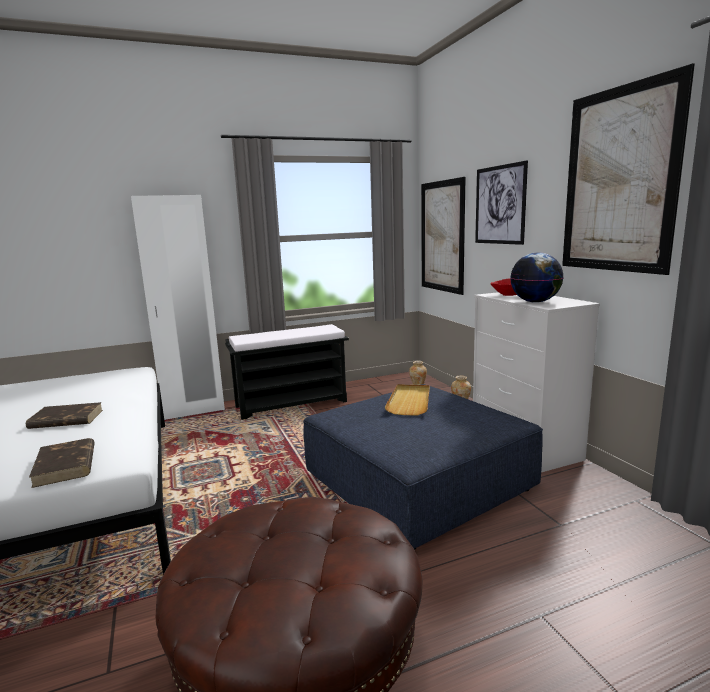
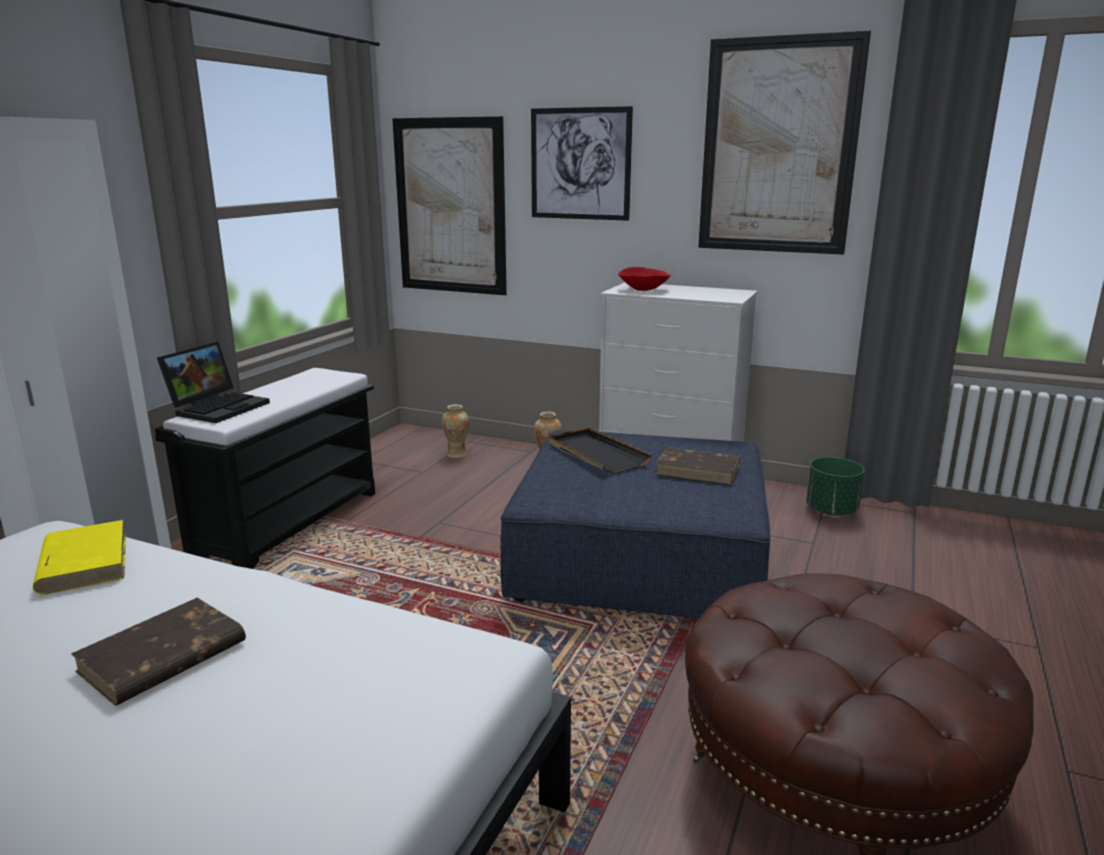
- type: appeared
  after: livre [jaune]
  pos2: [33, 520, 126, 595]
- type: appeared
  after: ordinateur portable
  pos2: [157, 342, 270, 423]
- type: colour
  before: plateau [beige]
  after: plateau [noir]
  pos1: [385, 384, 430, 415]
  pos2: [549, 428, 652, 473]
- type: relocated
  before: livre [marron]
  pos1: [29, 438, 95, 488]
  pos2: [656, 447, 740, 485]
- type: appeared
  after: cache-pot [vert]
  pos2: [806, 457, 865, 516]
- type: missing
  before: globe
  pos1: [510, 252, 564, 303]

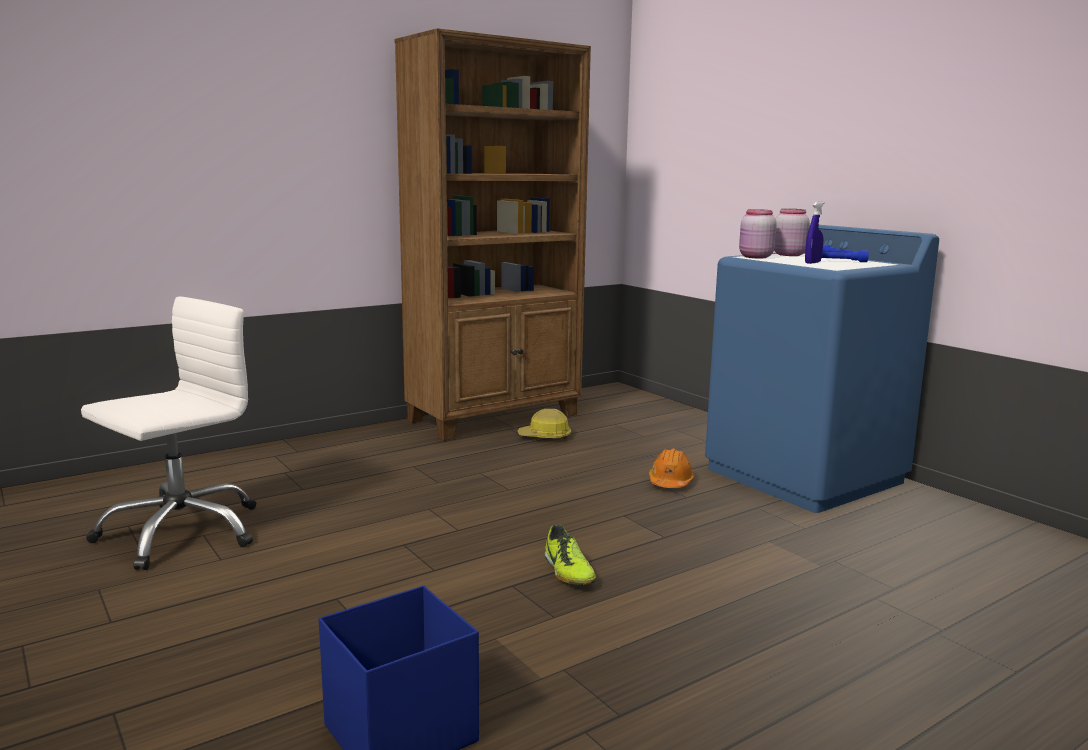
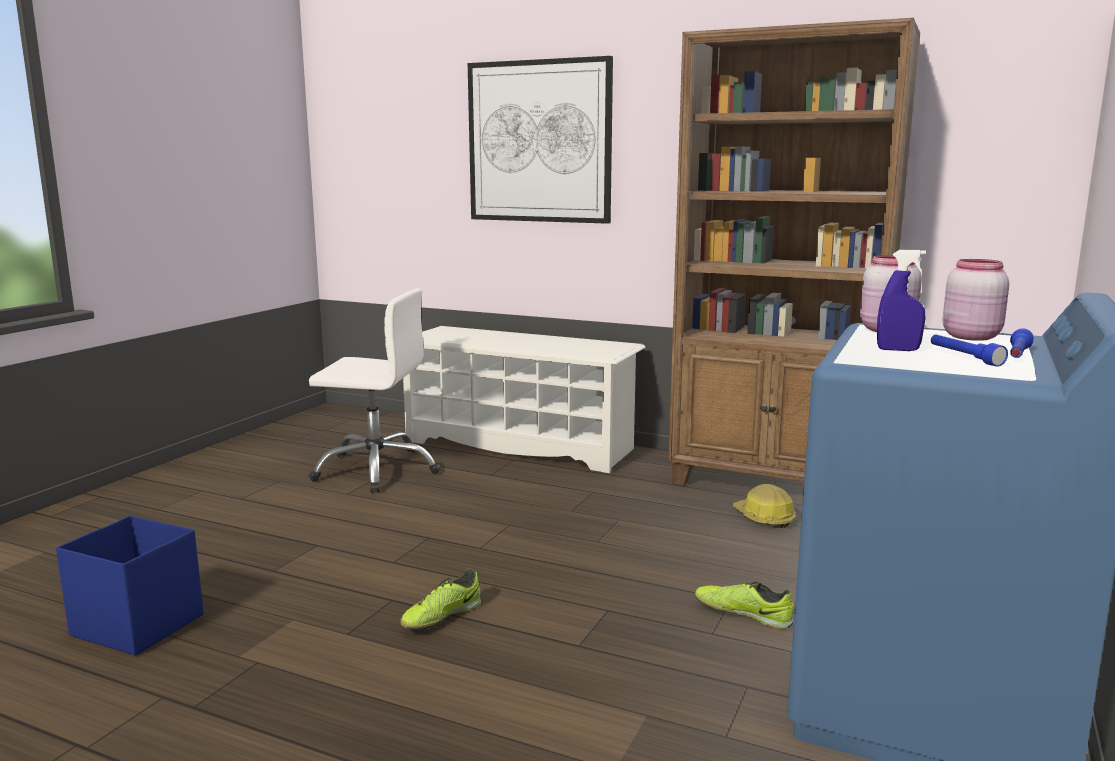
- type: appeared
  after: étagère à chaussures [blanc]
  pos2: [403, 326, 646, 473]
- type: appeared
  after: tableau
  pos2: [468, 56, 613, 224]
- type: exchanged
  before: casque de chantier [orange]
  after: chaussure
  pos1: [649, 449, 694, 488]
  pos2: [695, 582, 794, 629]

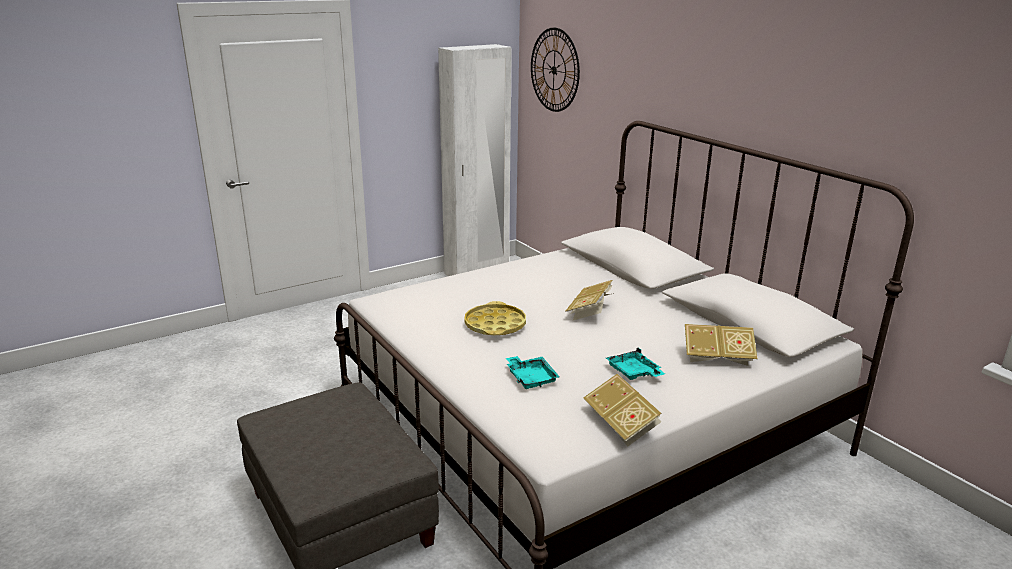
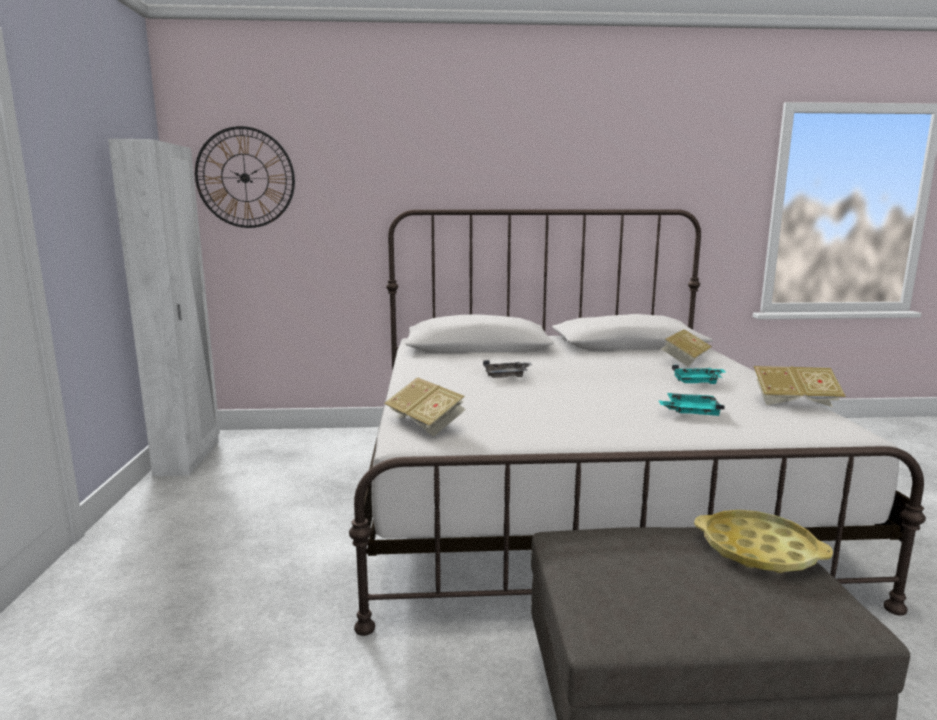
- type: relocated
  before: livre
  pos1: [565, 280, 614, 320]
  pos2: [384, 377, 466, 437]
- type: appeared
  after: plateau [gris]
  pos2: [483, 360, 532, 378]
- type: relocated
  before: plateau [jaune]
  pos1: [464, 301, 526, 335]
  pos2: [694, 510, 833, 573]

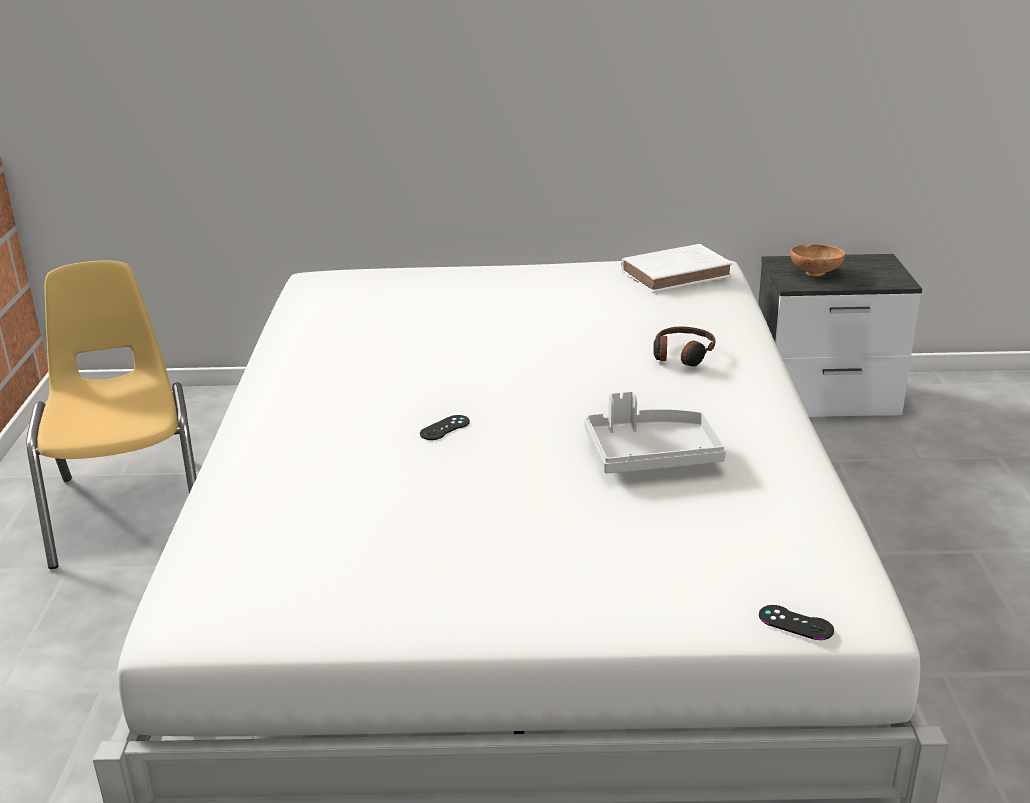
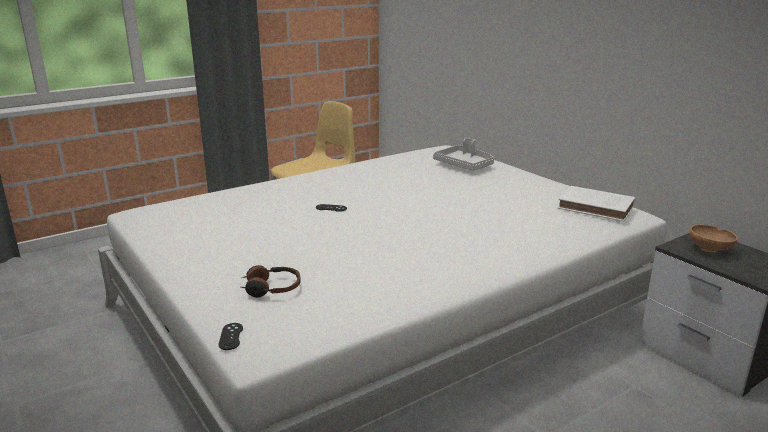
- type: relocated
  before: casque audio
  pos1: [653, 327, 716, 367]
  pos2: [241, 265, 301, 298]
- type: relocated
  before: plateau [gris]
  pos1: [584, 391, 726, 473]
  pos2: [433, 138, 494, 171]

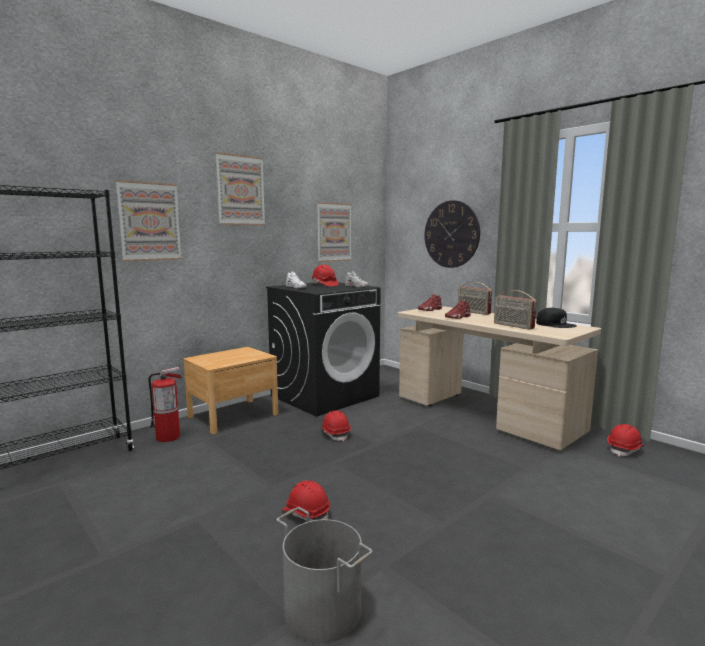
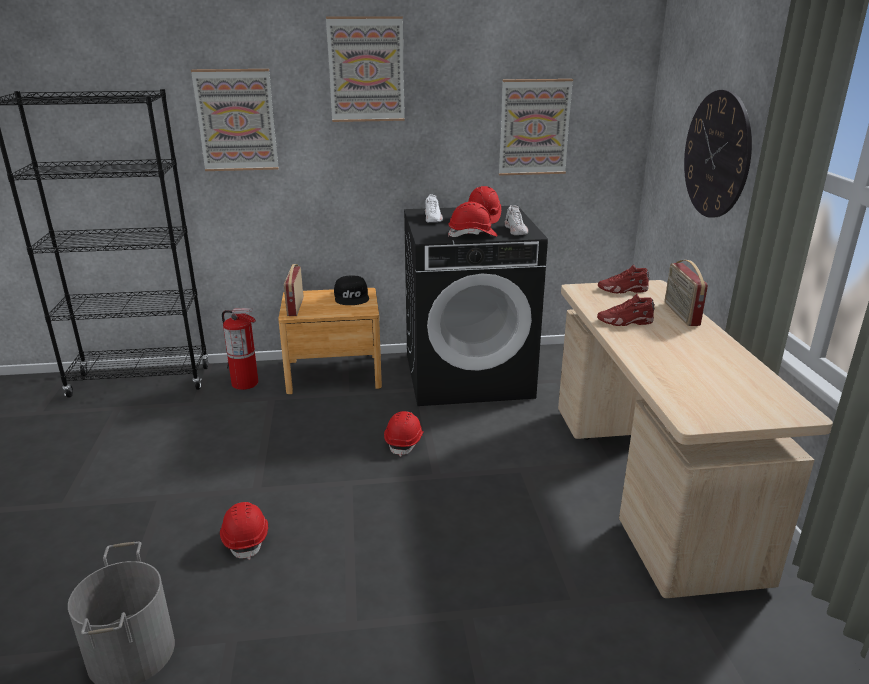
- type: relocated
  before: radio
  pos1: [494, 290, 537, 330]
  pos2: [284, 264, 303, 316]
- type: relocated
  before: casquette [noir]
  pos1: [536, 308, 577, 328]
  pos2: [334, 275, 369, 305]
- type: relocated
  before: casque de chantier [rouge]
  pos1: [607, 424, 644, 457]
  pos2: [448, 202, 498, 237]

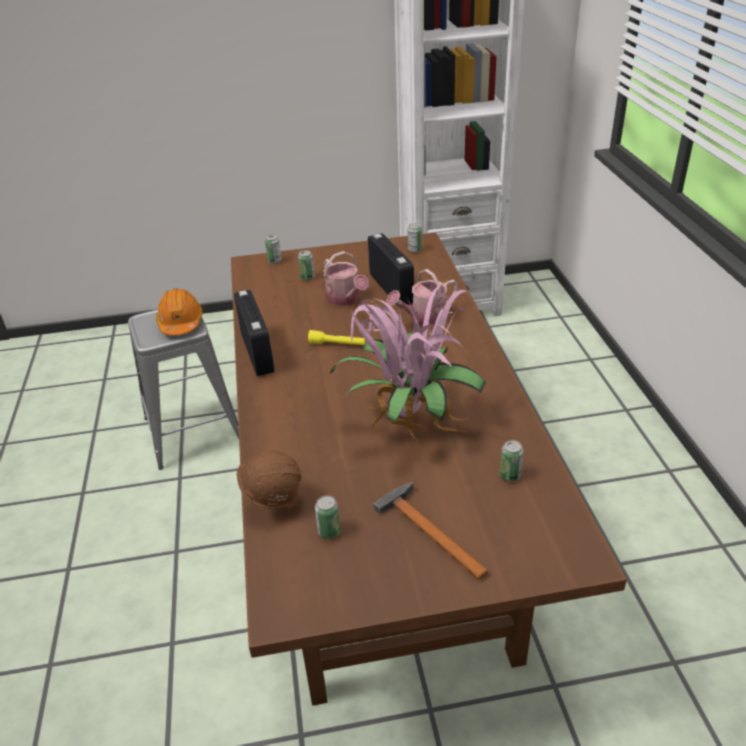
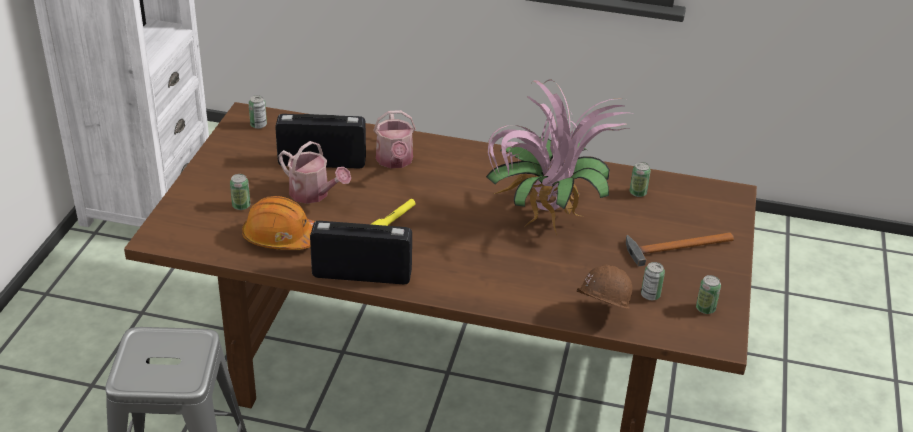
- type: relocated
  before: casque de chantier [orange]
  pos1: [156, 288, 203, 335]
  pos2: [242, 196, 315, 250]
- type: spun
  before: arrosoir
  pos1: [323, 251, 369, 306]
  pos2: [278, 141, 351, 204]
  turn: 45
- type: relocated
  before: boîte métallique
  pos1: [265, 235, 282, 264]
  pos2: [696, 275, 721, 314]

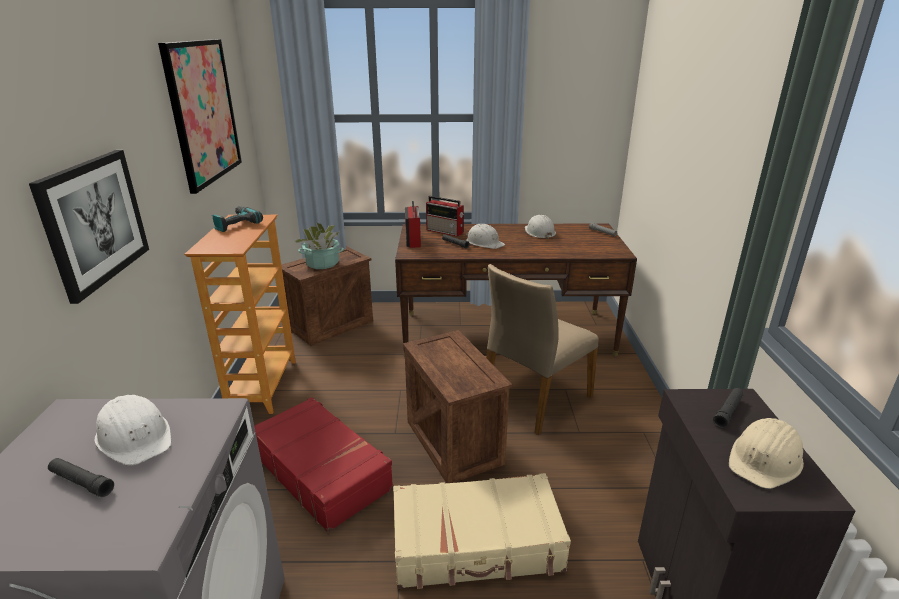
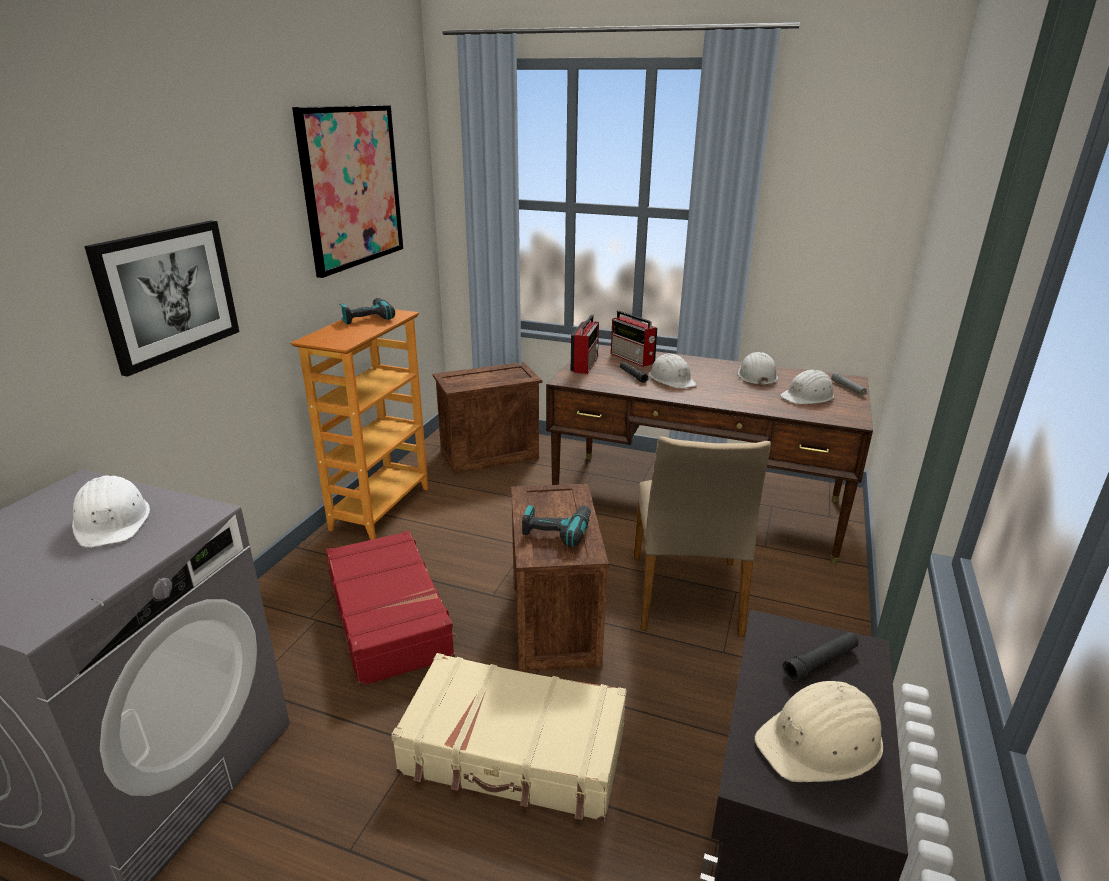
- type: appeared
  after: perceuse
  pos2: [522, 505, 591, 547]
- type: spun
  before: chaise [beige]
  pos1: [486, 264, 599, 435]
  pos2: [634, 437, 771, 637]
  turn: -60
- type: appeared
  after: casque de chantier [blanc]
  pos2: [780, 369, 834, 404]
- type: missing
  before: lampe de poche [noir]
  pos1: [48, 458, 114, 497]
- type: missing
  before: plante en pot
  pos1: [294, 223, 344, 269]

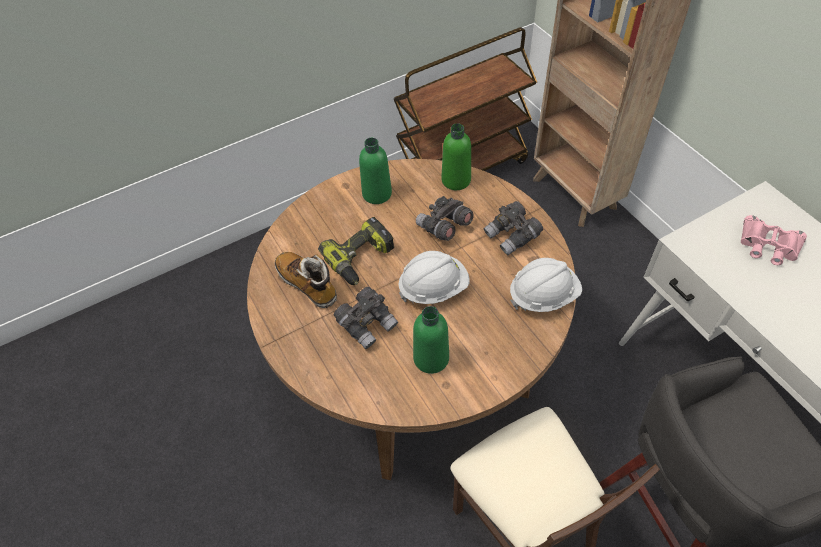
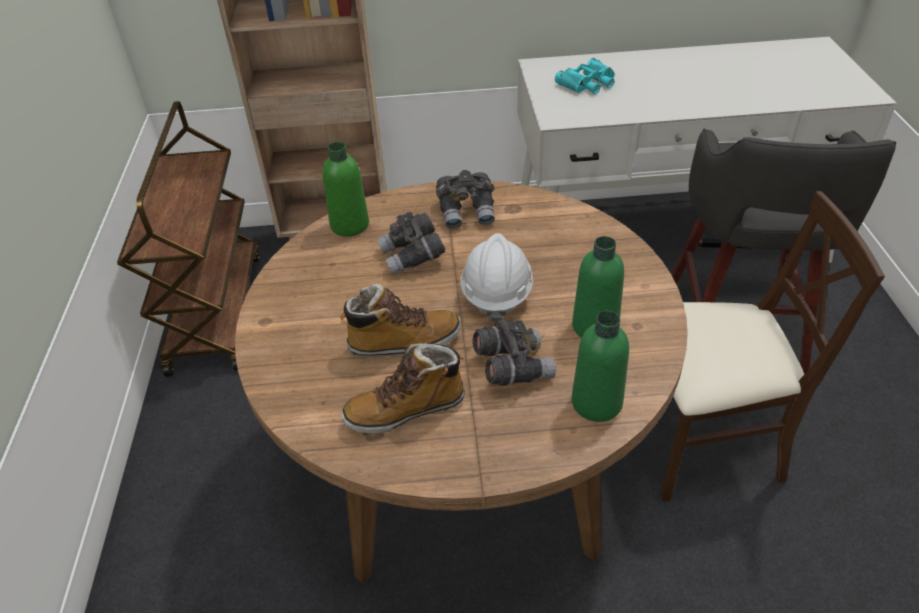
- type: exchanged
  before: perceuse
  after: botte
  pos1: [318, 217, 394, 285]
  pos2: [339, 283, 461, 357]
- type: colour
  before: jumelles [rose]
  after: jumelles [turquoise]
  pos1: [741, 215, 807, 265]
  pos2: [555, 58, 615, 94]
- type: relocated
  before: bouteille [vert]
  pos1: [359, 137, 392, 204]
  pos2: [572, 311, 629, 422]
- type: missing
  before: casque de chantier [blanc]
  pos1: [510, 258, 582, 312]

